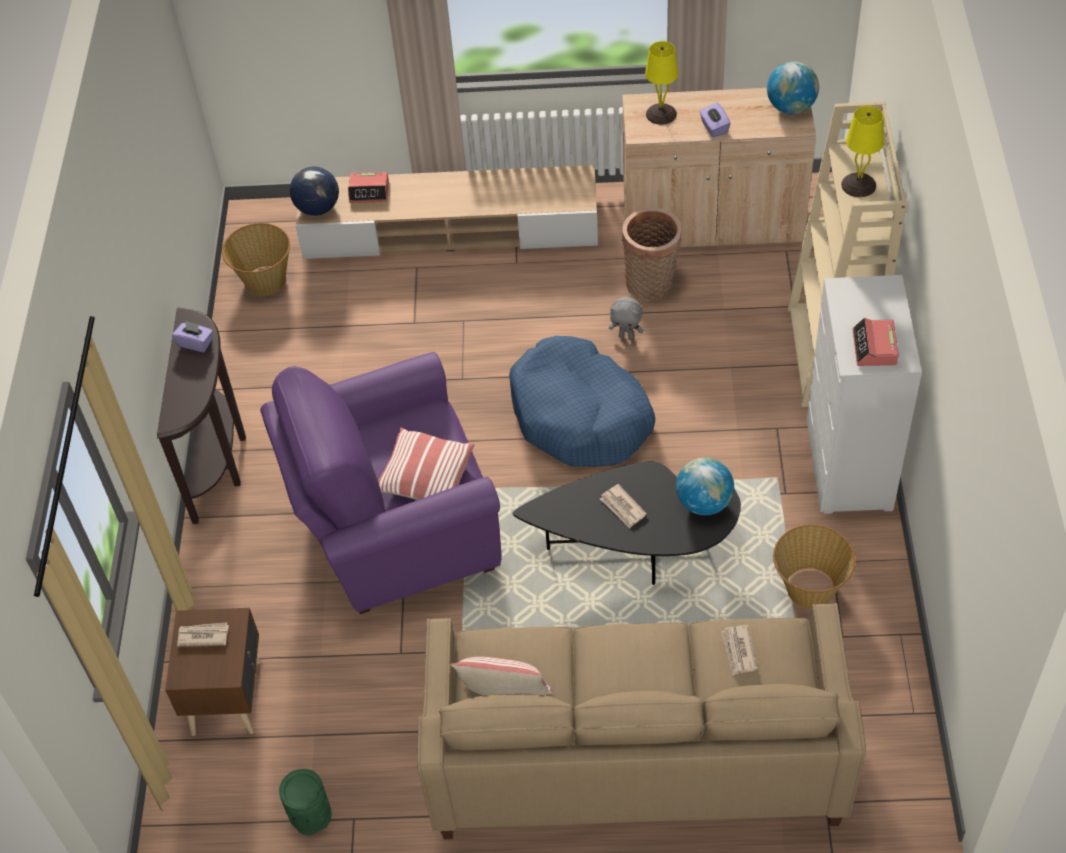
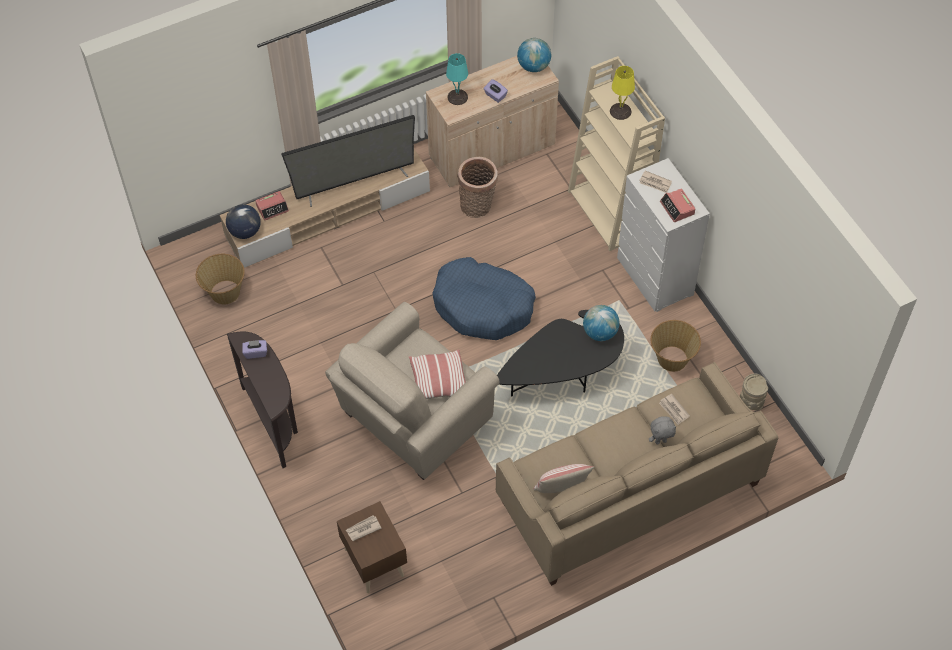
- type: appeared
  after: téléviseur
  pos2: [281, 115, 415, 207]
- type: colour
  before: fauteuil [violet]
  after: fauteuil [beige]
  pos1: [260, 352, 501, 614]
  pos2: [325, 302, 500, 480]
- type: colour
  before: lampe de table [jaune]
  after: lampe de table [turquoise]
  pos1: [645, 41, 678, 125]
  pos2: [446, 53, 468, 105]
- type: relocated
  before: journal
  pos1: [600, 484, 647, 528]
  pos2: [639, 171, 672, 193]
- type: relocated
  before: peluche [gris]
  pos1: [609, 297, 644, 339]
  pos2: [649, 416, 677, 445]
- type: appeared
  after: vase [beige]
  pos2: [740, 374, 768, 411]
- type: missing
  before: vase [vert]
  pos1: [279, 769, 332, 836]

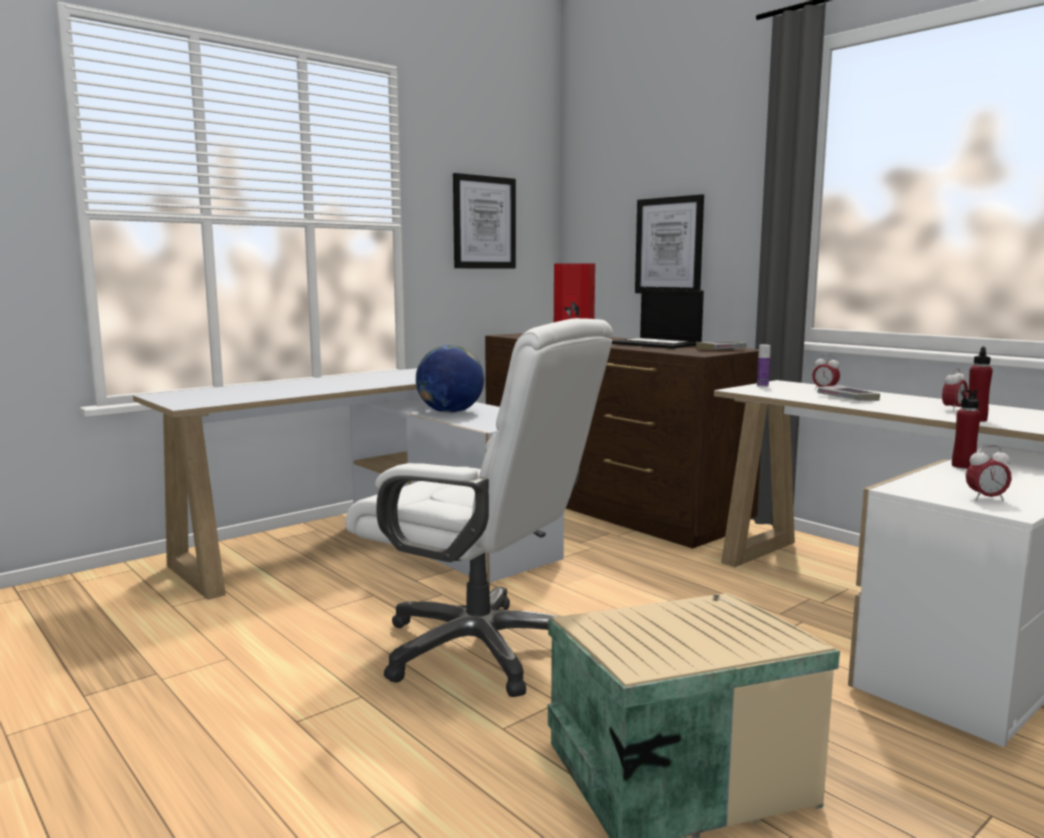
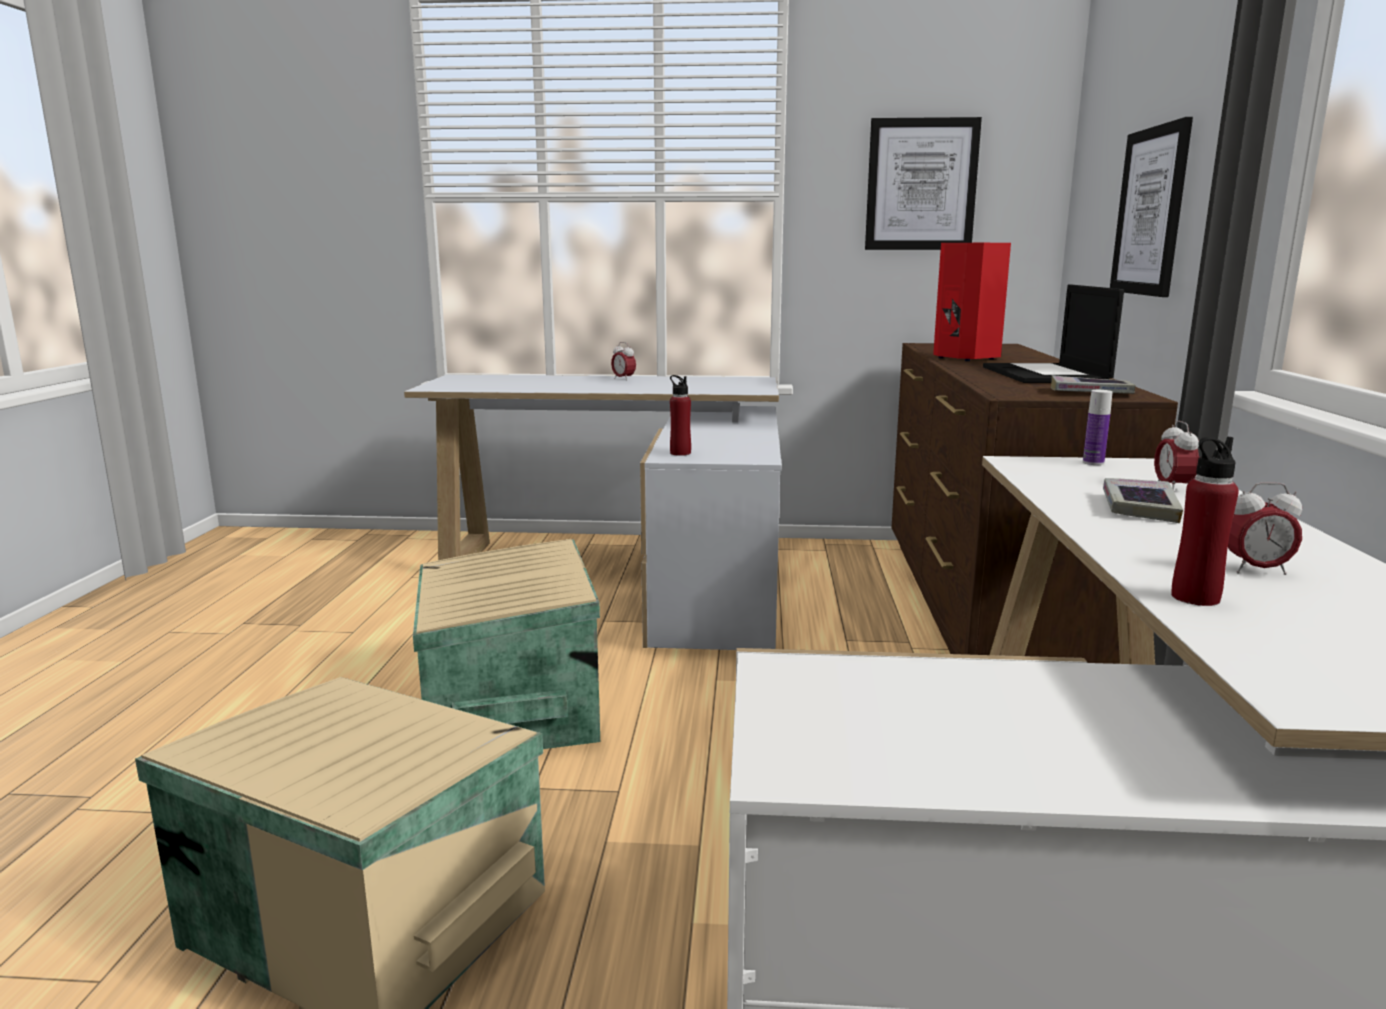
- type: exchanged
  before: chaise de bureau [blanc]
  after: boîte de rangement [beige]
  pos1: [345, 318, 613, 697]
  pos2: [413, 539, 600, 749]
- type: relocated
  before: réveil
  pos1: [966, 446, 1012, 501]
  pos2: [611, 342, 636, 381]
- type: relocated
  before: bouteille [rouge]
  pos1: [952, 389, 981, 469]
  pos2: [670, 375, 691, 456]
- type: missing
  before: globe
  pos1: [416, 345, 484, 413]

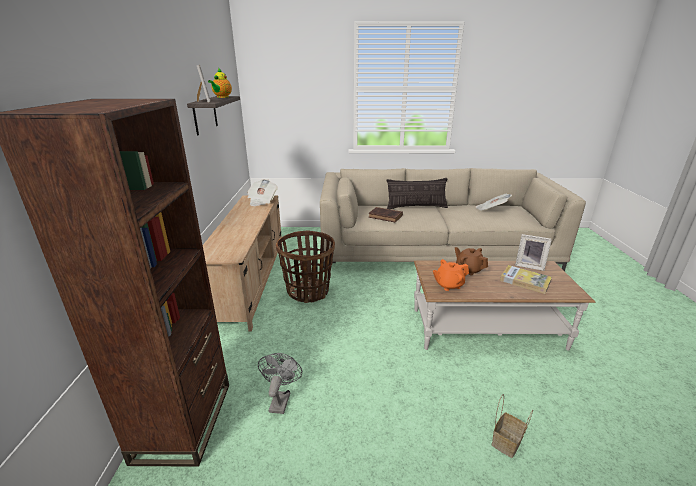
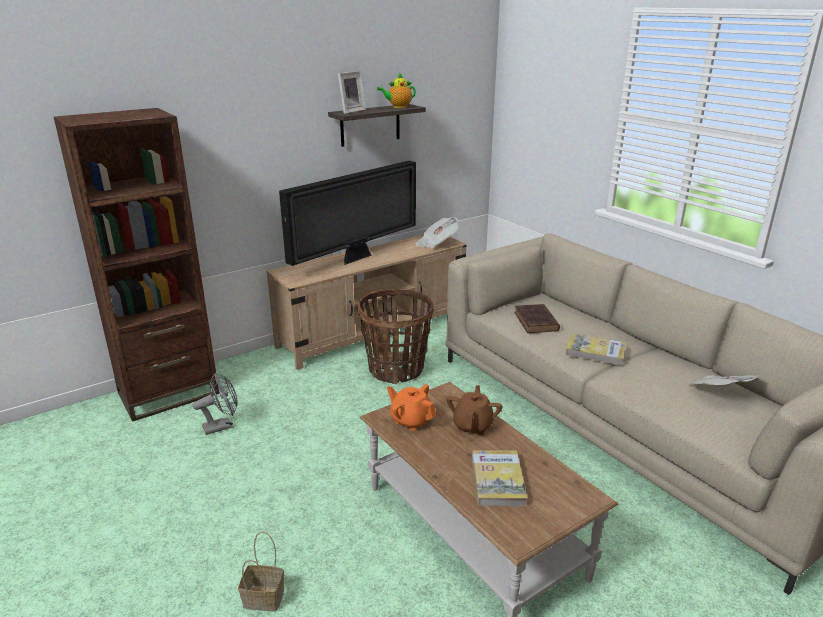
- type: appeared
  after: téléviseur
  pos2: [279, 161, 416, 266]
- type: appeared
  after: livre
  pos2: [566, 333, 626, 365]
- type: missing
  before: coussin
  pos1: [387, 178, 448, 209]
- type: missing
  before: cadre photo
  pos1: [515, 234, 552, 271]

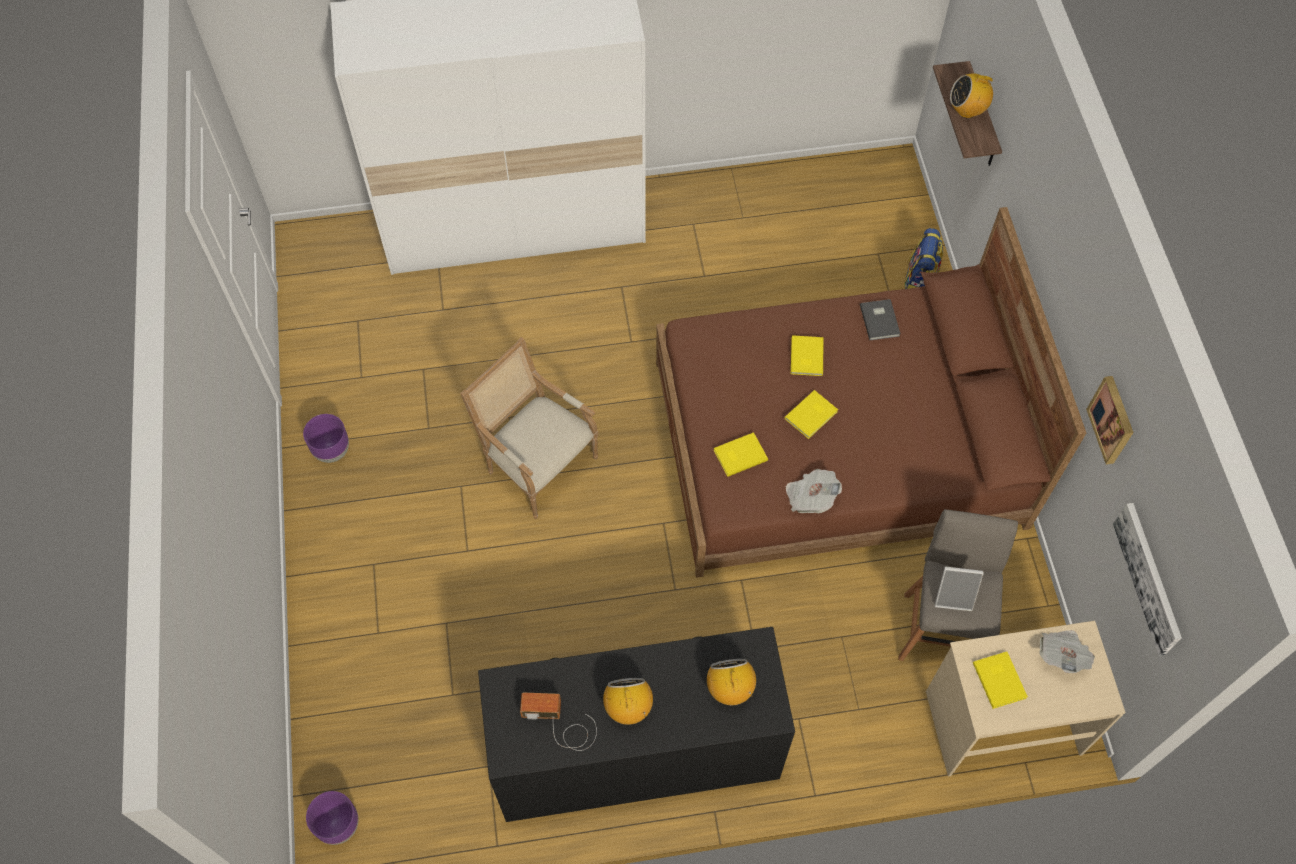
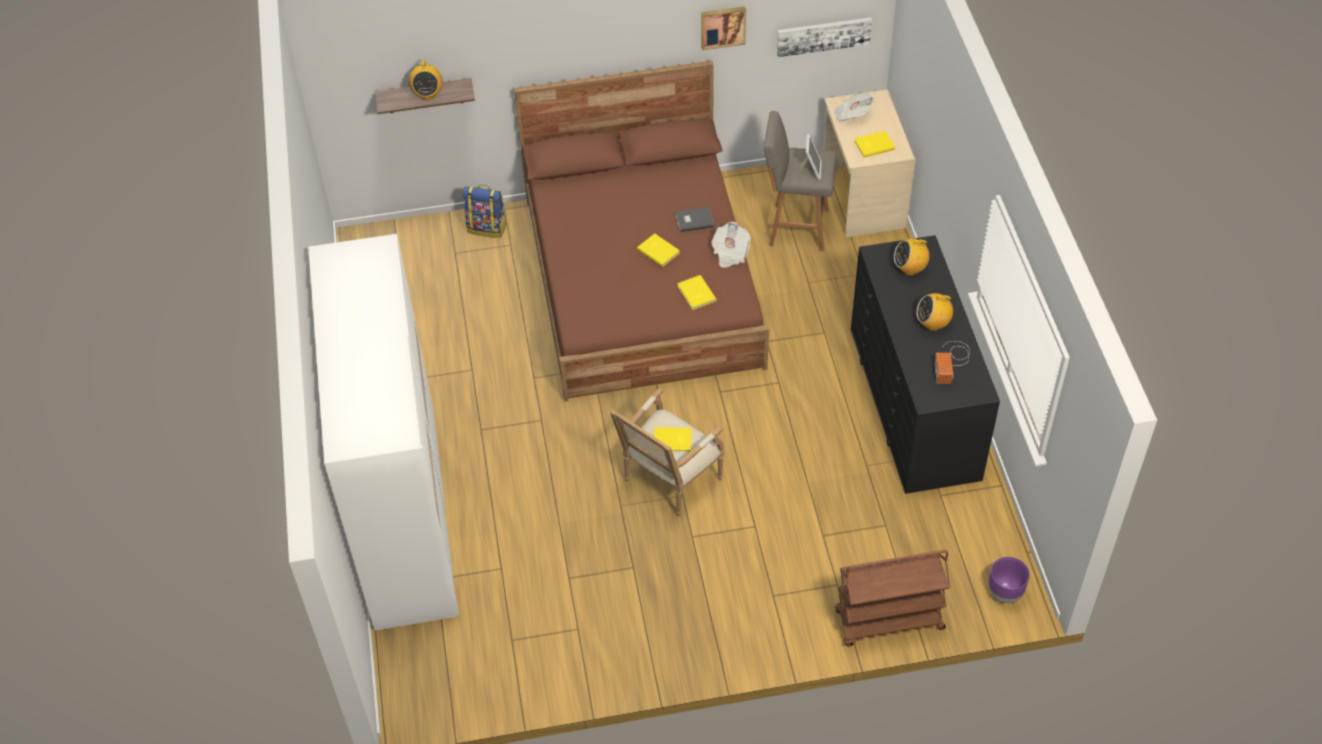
- type: relocated
  before: livre [jaune]
  pos1: [791, 335, 824, 376]
  pos2: [654, 427, 692, 453]
- type: relocated
  before: livre [gris]
  pos1: [860, 299, 900, 340]
  pos2: [676, 207, 714, 232]
- type: appeared
  after: chariot [marron]
  pos2: [835, 550, 951, 647]
- type: missing
  before: cache-pot [violet]
  pos1: [303, 414, 349, 463]

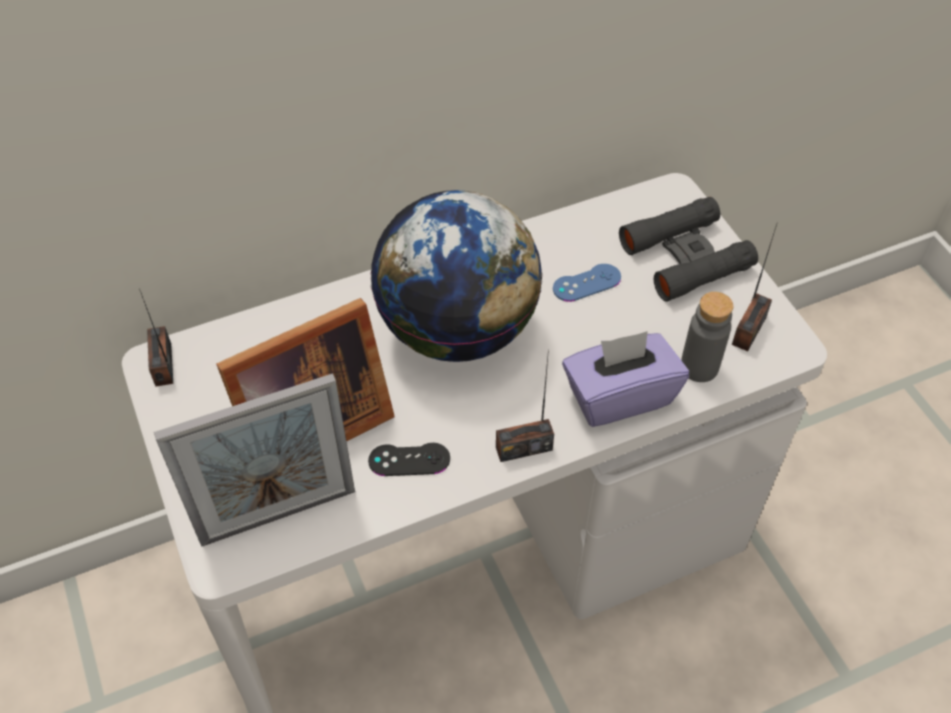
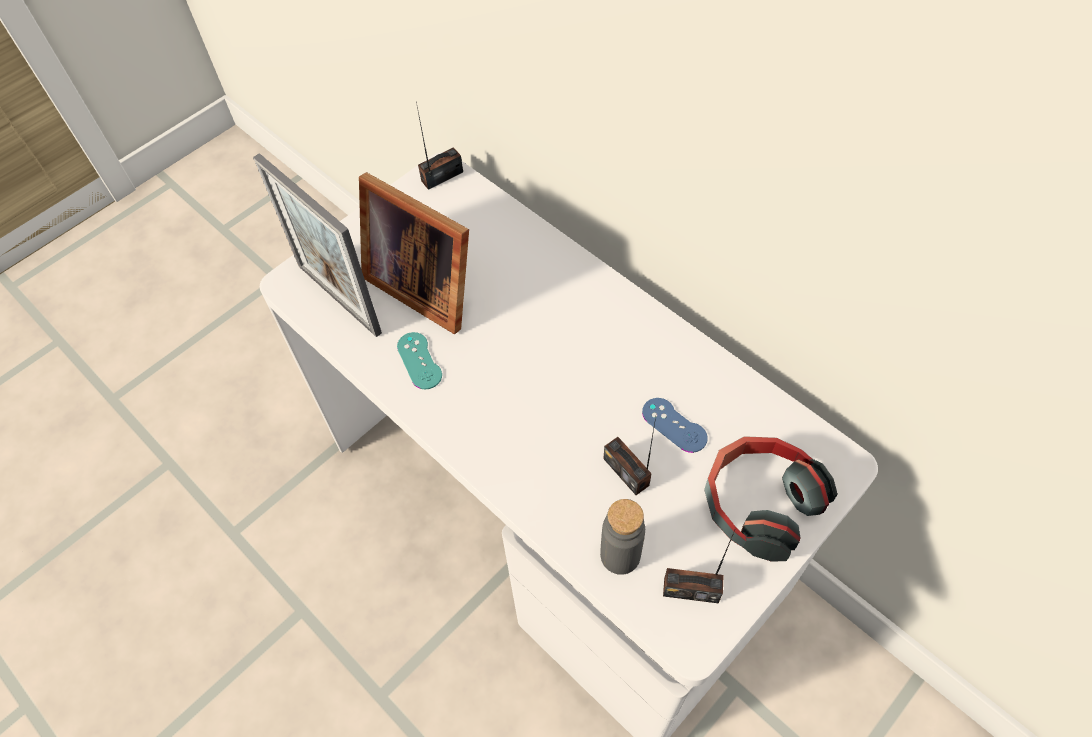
- type: colour
  before: manette [noir]
  after: manette [turquoise]
  pos1: [368, 443, 450, 476]
  pos2: [397, 332, 442, 389]
- type: relocated
  before: radio
  pos1: [496, 350, 554, 462]
  pos2: [603, 417, 656, 495]
- type: exchanged
  before: jumelles [noir]
  after: casque audio
  pos1: [619, 197, 758, 302]
  pos2: [704, 436, 838, 562]
- type: missing
  before: globe
  pos1: [370, 190, 543, 362]
- type: missing
  before: boîte à mouchoirs [violet]
  pos1: [562, 331, 689, 427]

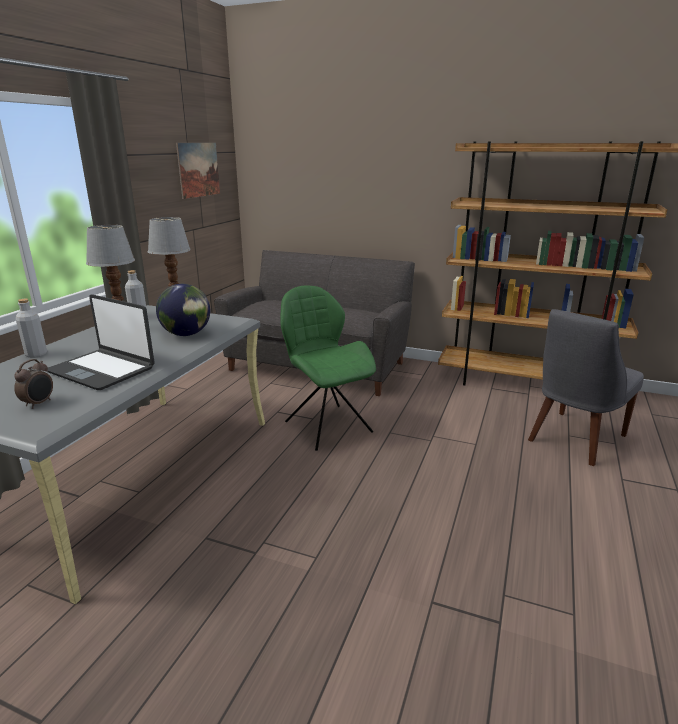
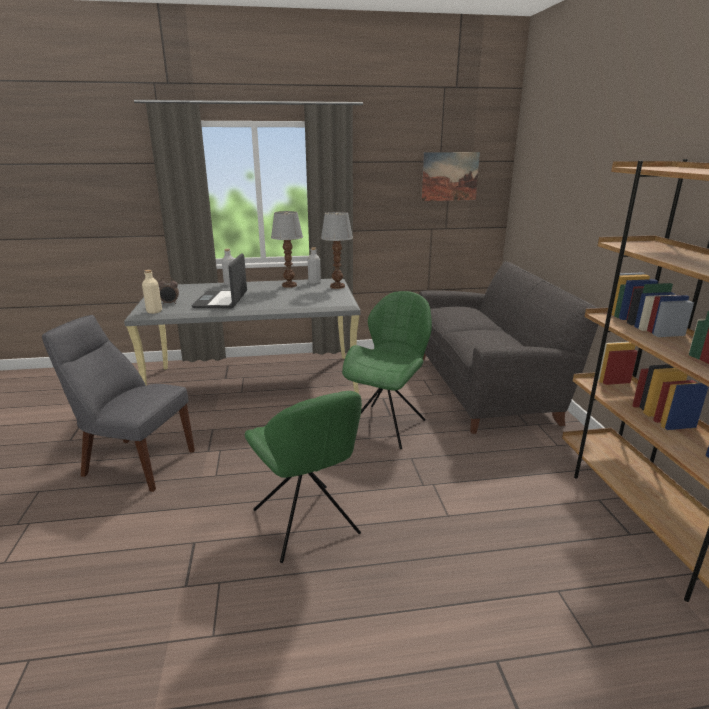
- type: relocated
  before: chaise [gris]
  pos1: [528, 309, 644, 466]
  pos2: [42, 315, 195, 492]
- type: appeared
  after: bouteille [beige]
  pos2: [142, 270, 162, 314]
- type: appeared
  after: chaise [vert]
  pos2: [245, 391, 362, 563]
- type: missing
  before: globe
  pos1: [156, 284, 210, 336]

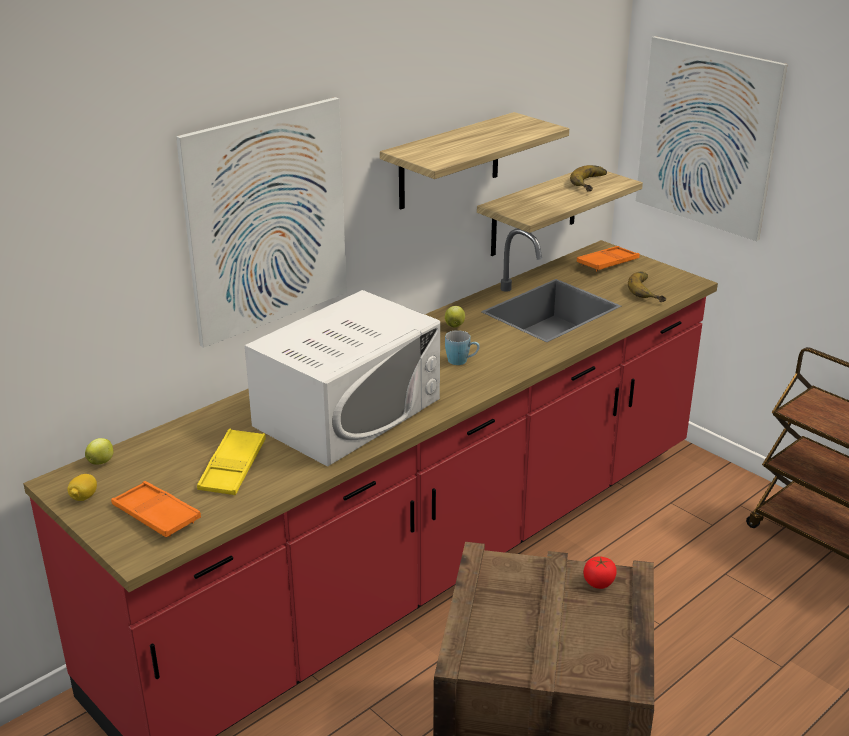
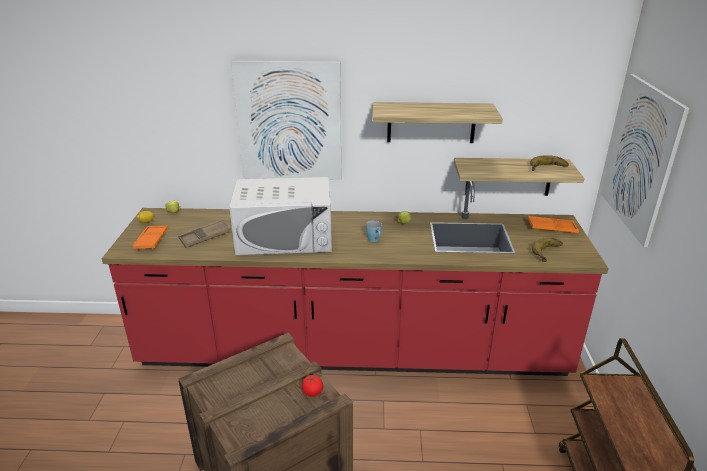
- type: colour
  before: plateau [jaune]
  after: plateau [marron]
  pos1: [197, 429, 266, 495]
  pos2: [178, 220, 231, 248]

